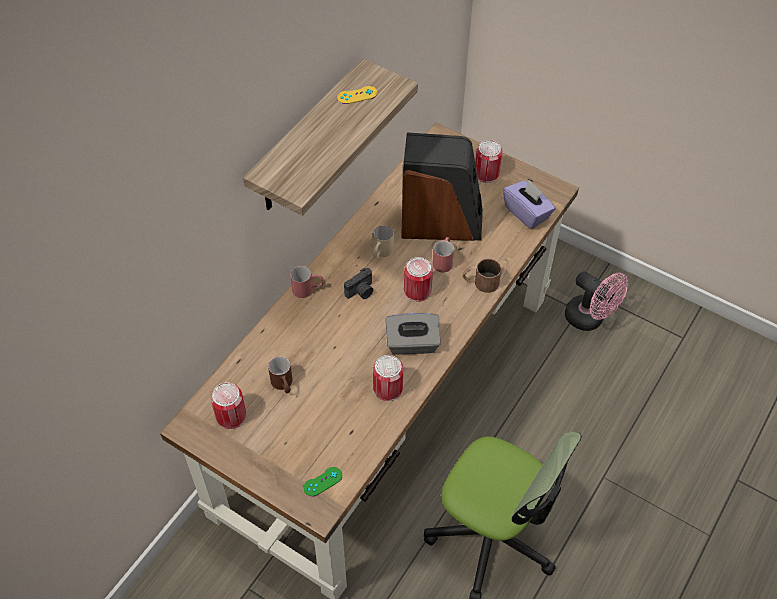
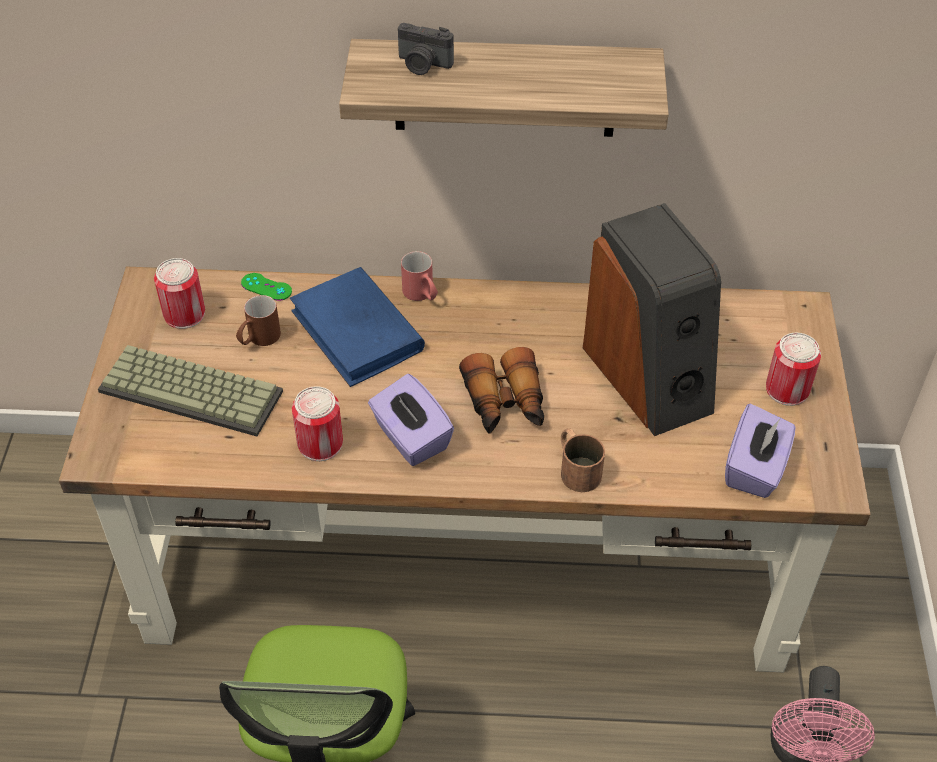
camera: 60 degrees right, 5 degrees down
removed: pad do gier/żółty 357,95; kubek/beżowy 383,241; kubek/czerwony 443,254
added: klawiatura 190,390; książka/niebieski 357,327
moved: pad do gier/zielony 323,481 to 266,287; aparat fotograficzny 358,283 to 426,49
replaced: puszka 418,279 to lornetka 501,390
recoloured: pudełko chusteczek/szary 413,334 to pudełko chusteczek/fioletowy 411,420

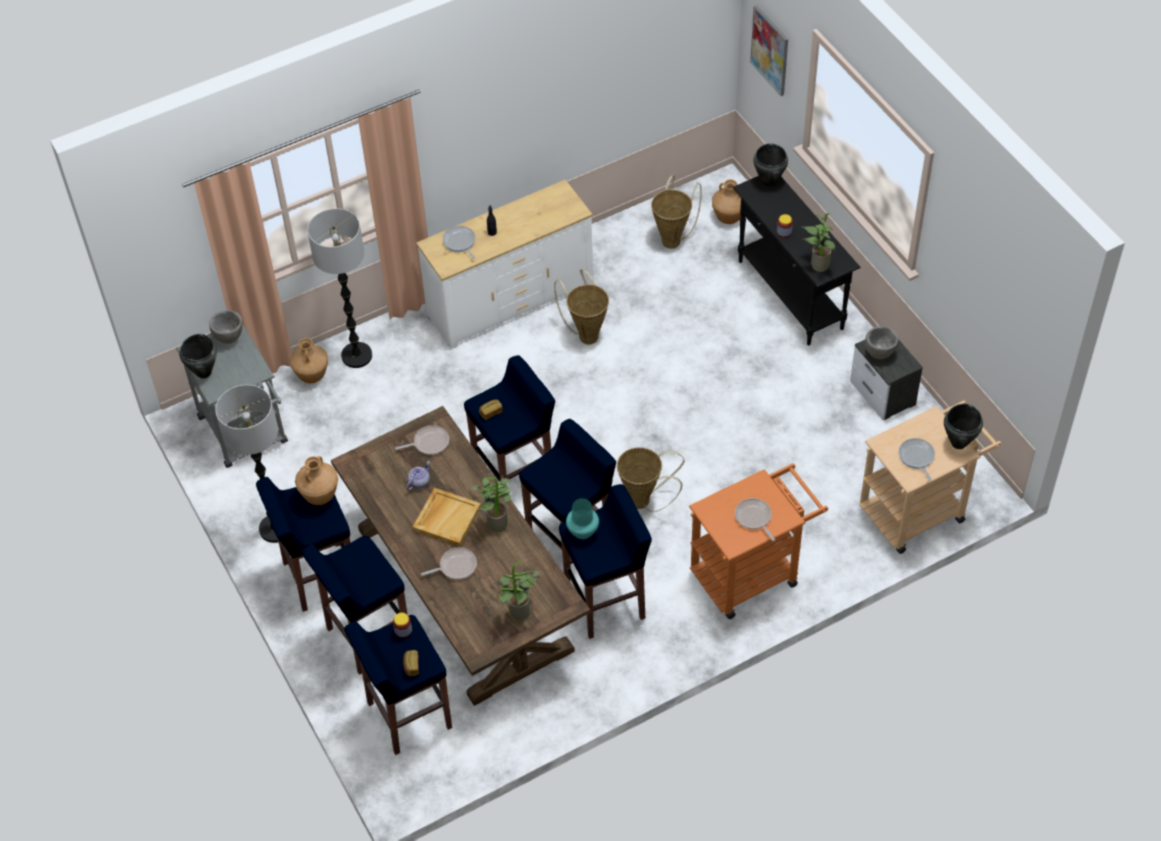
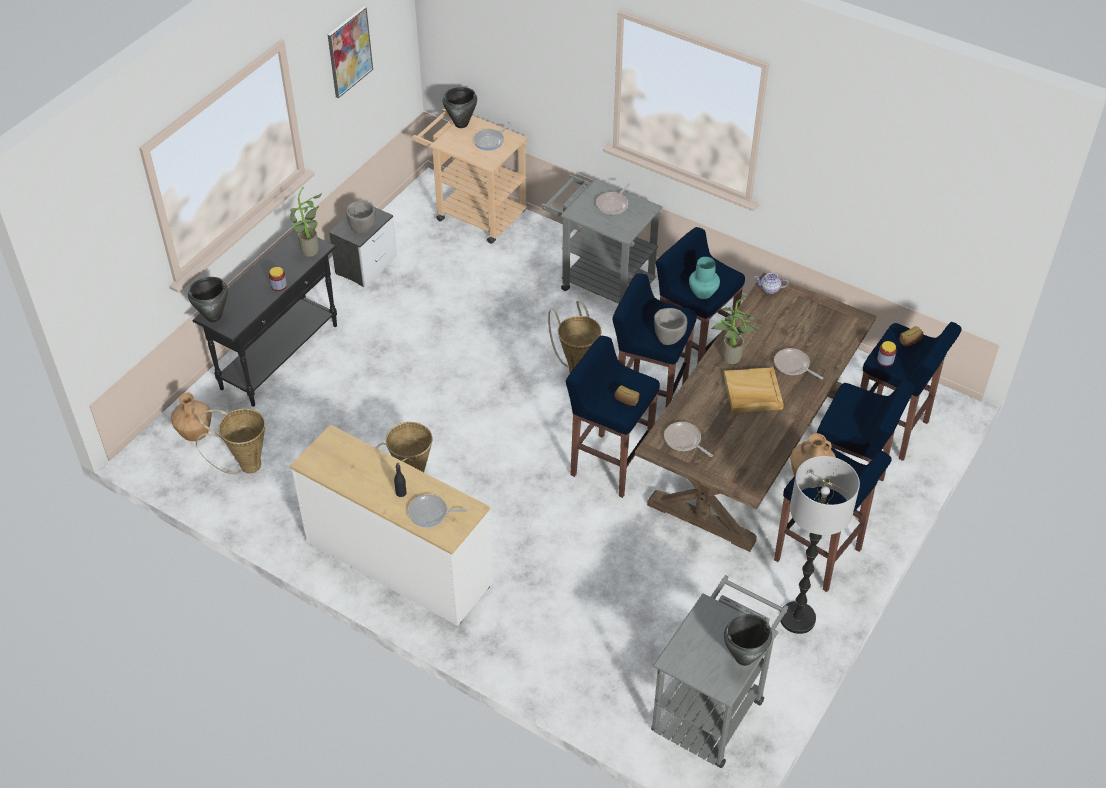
camera: 120 degrees left, 5 degrees down
removed: wazon/brązowy 309,360; lampa stojąca 339,288; roślina doniczkowa 519,590
moved: miska/szary 226,327 to 670,326; imbryk 418,475 to 772,283; obraz 769,50 to 350,52
recoloured: wózek/pomarańczowy 758,541 to wózek/szary 601,239
turned: patelnia 459,242 = 437,511 60 degrees clockwise

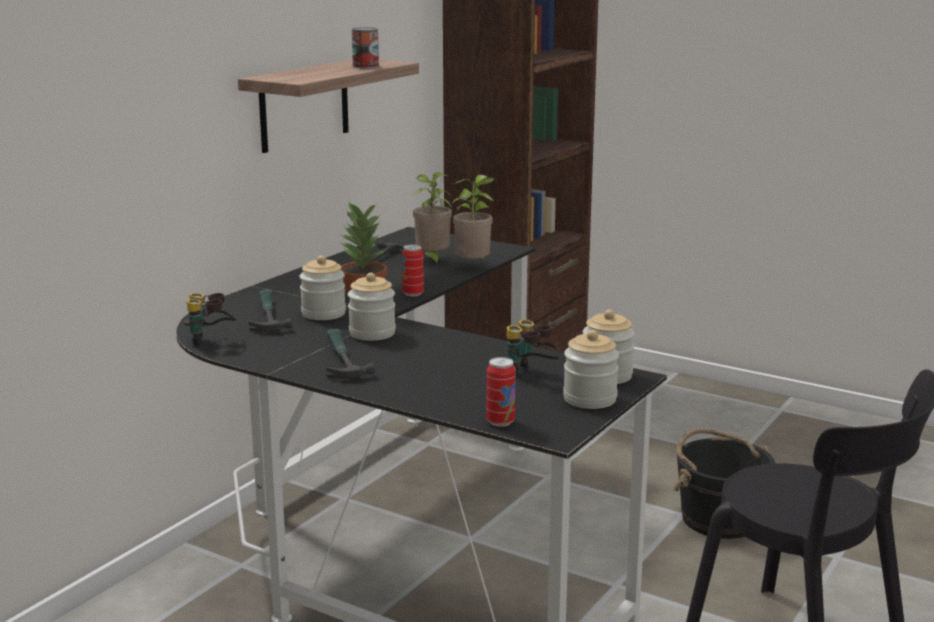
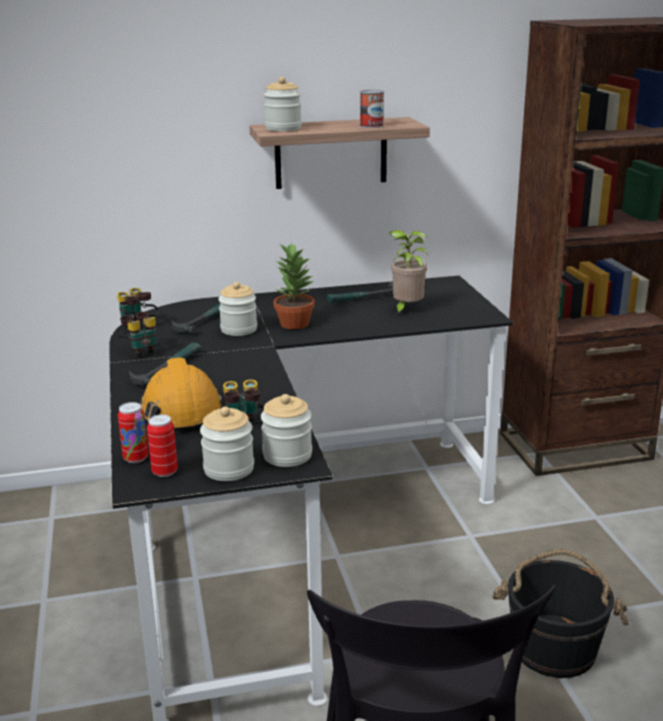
camera: 45 degrees right, 5 degrees up
removed: roślina doniczkowa 473,217
added: lornetka 136,335; kask/pomarańczowy 181,395
moved: słoik 372,307 to 283,104; puszka 413,270 to 162,445

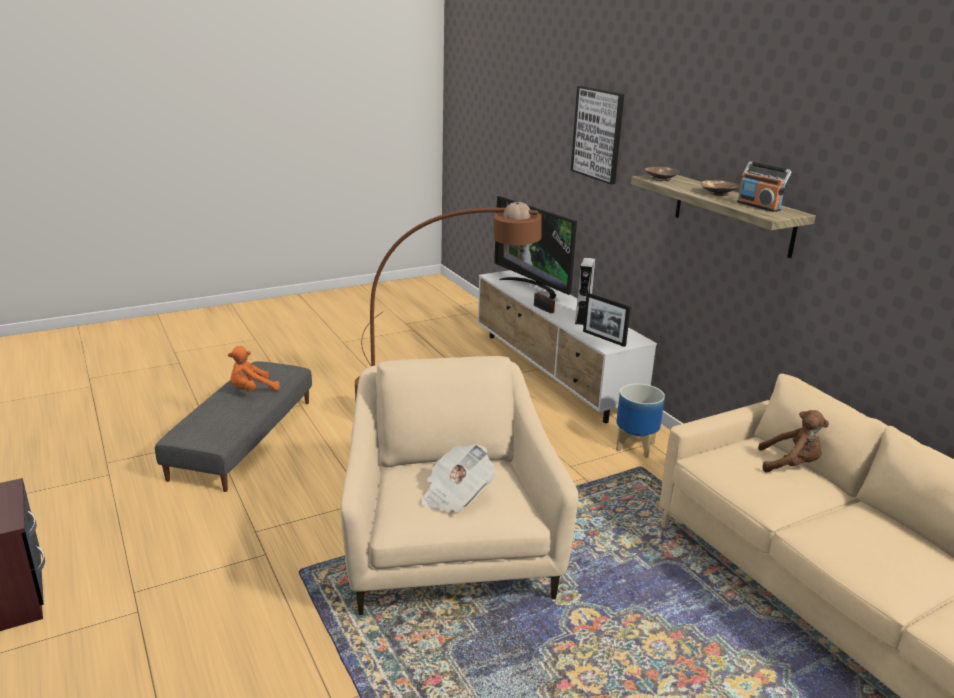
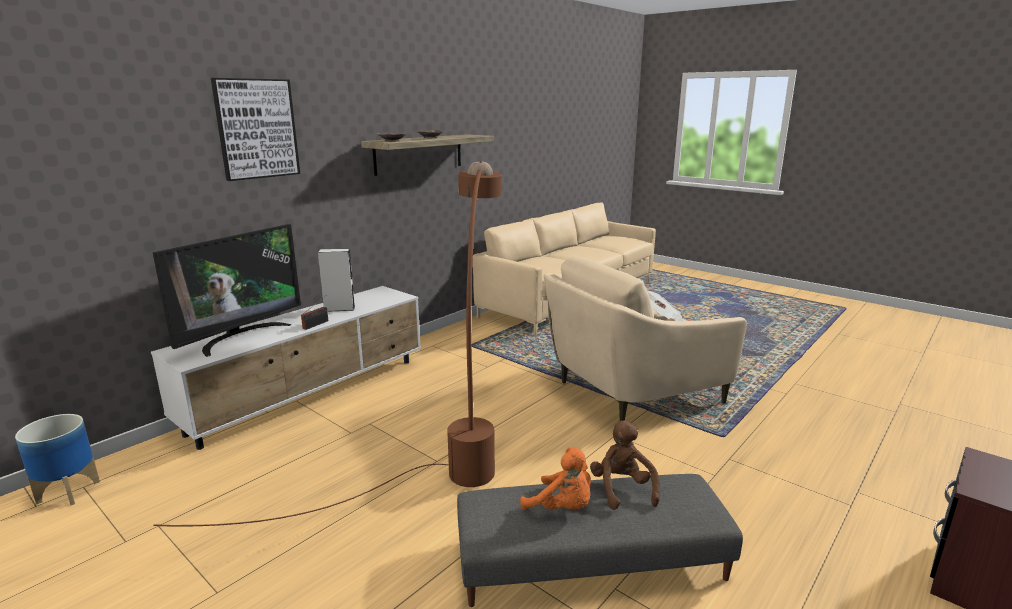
camera: 110 degrees left, 5 degrees down
removed: ramka na zdjęcie 607,320; radio 764,186
moved: donica 640,420 to 57,459; pluszak/brązowy 793,441 to 625,465

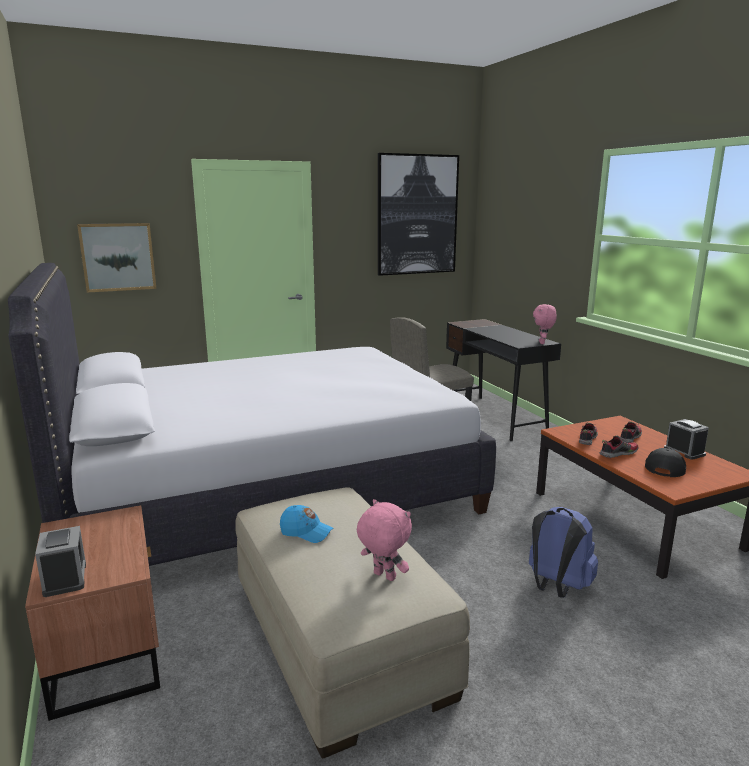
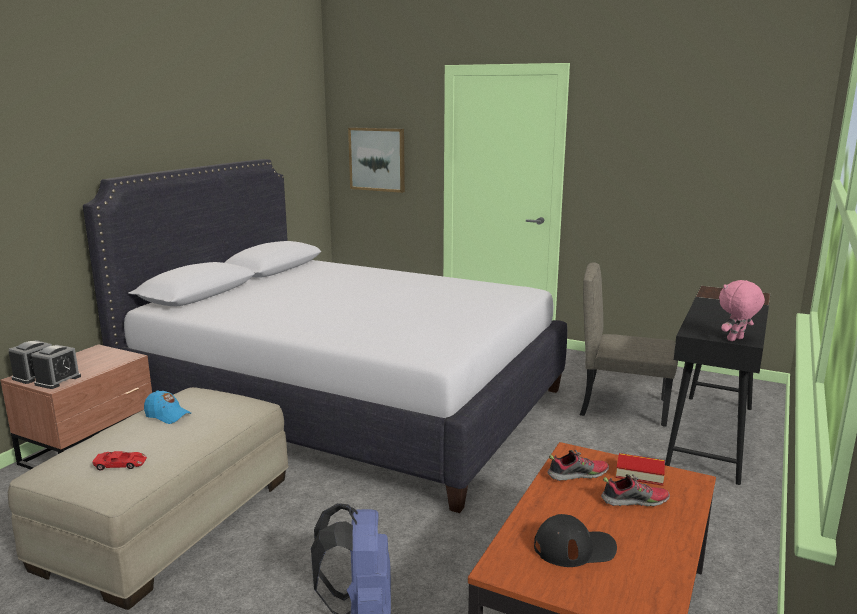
camera: 50 degrees right, 0 degrees up
removed: obraz 418,214; but 619,447
added: książka 640,469
moved: budzik 686,439 to 56,367
replaced: pluszak/różowy 384,540 to samochodzik/czerwony 119,461
turned: czapka z daszkiem/niebieski 307,524 = 167,407 45 degrees counterclockwise

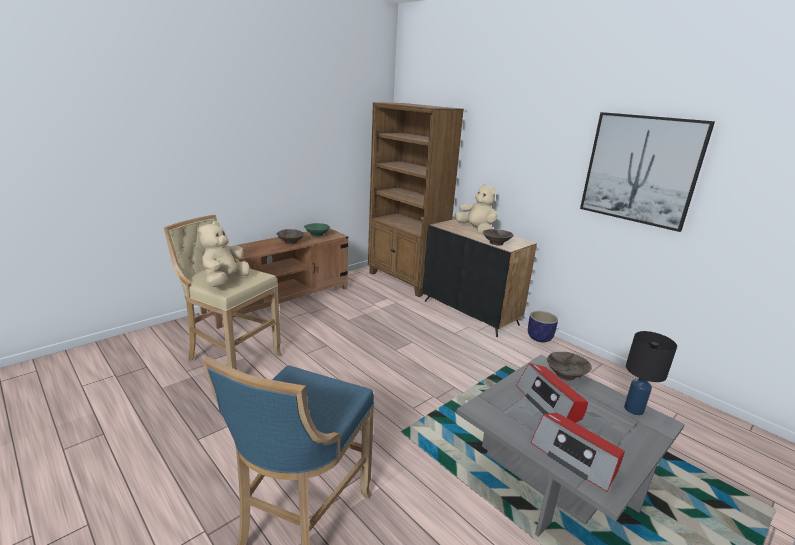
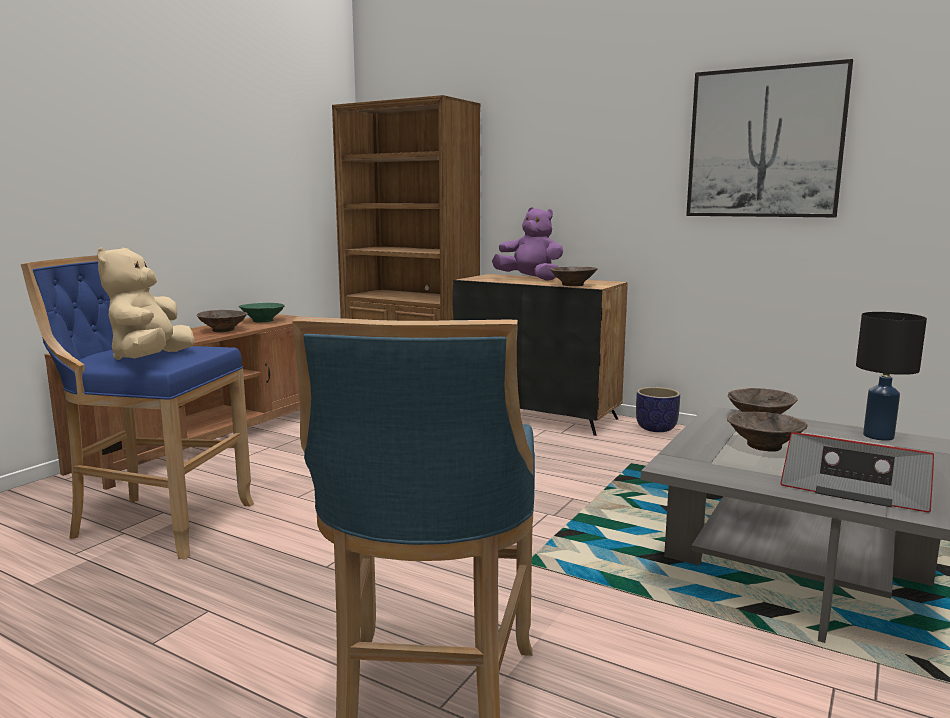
camera: 15 degrees left, 10 degrees down
replaced: radio 552,393 to miska/brązowy 767,432
recoloured: stołek/beżowy 223,292 to stołek/niebieski 137,407; pluszak/beżowy 476,209 to pluszak/fioletowy 527,244

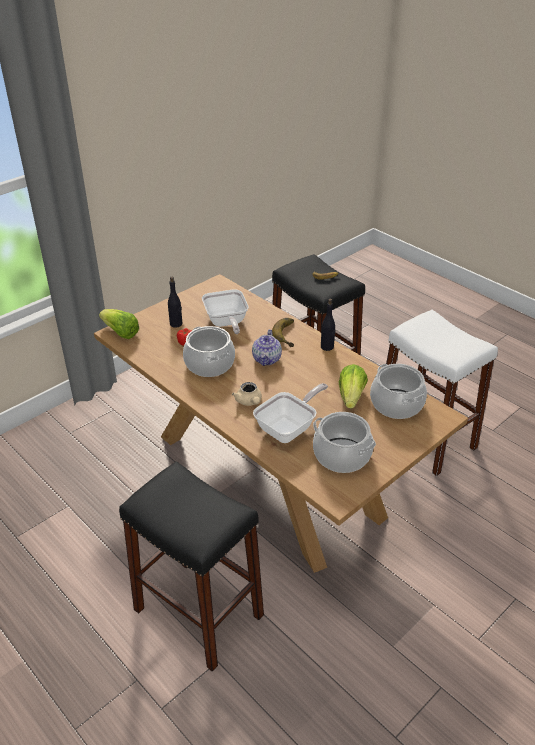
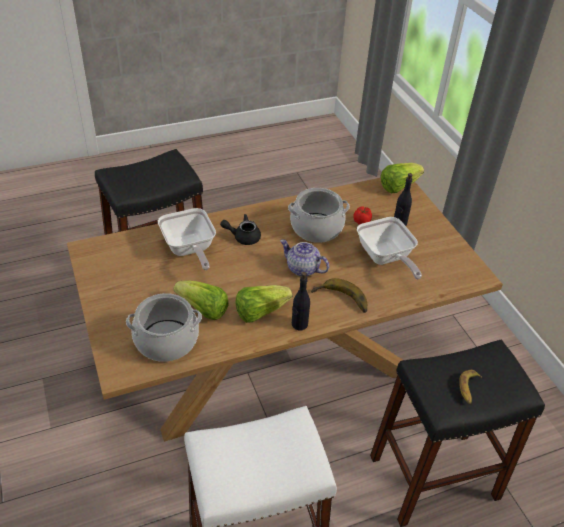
camera: 110 degrees right, 5 degrees up
removed: garnek 344,442
added: sałata 264,304
recoloured: imbryk/beżowy 247,394 to imbryk/czarny 240,229
turned: patelnia 225,311 = 389,248 120 degrees counterclockwise

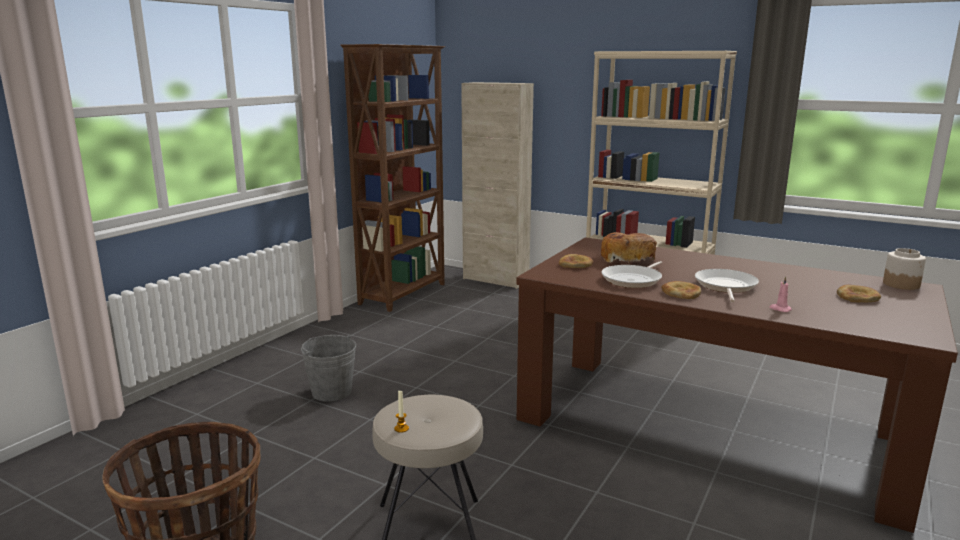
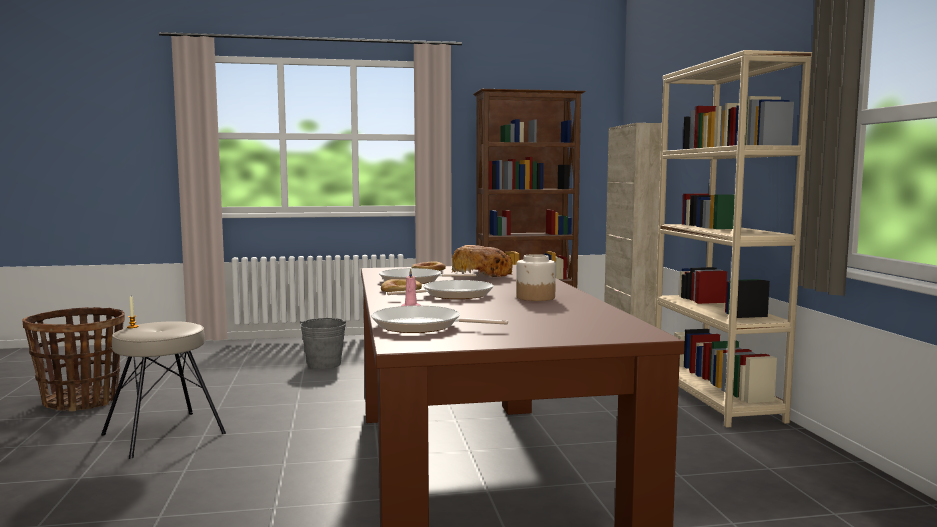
camera: 50 degrees right, 10 degrees down
removed: chleb 859,293
added: patelnia 439,319
moved: słoik 904,269 to 536,277

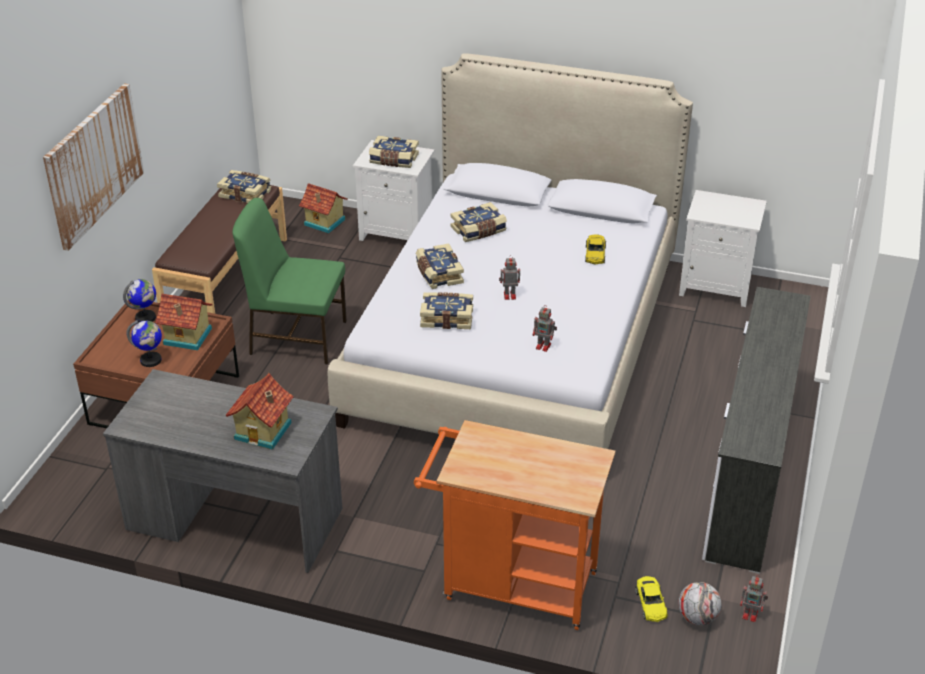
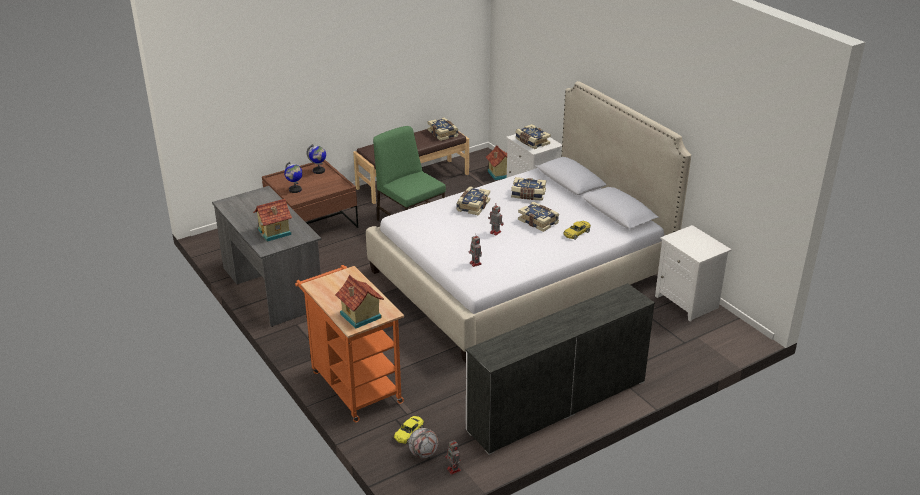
camera: 40 degrees right, 5 degrees down
removed: obraz 93,167
moved: domek 184,321 to 359,302; książka 446,310 to 538,217

